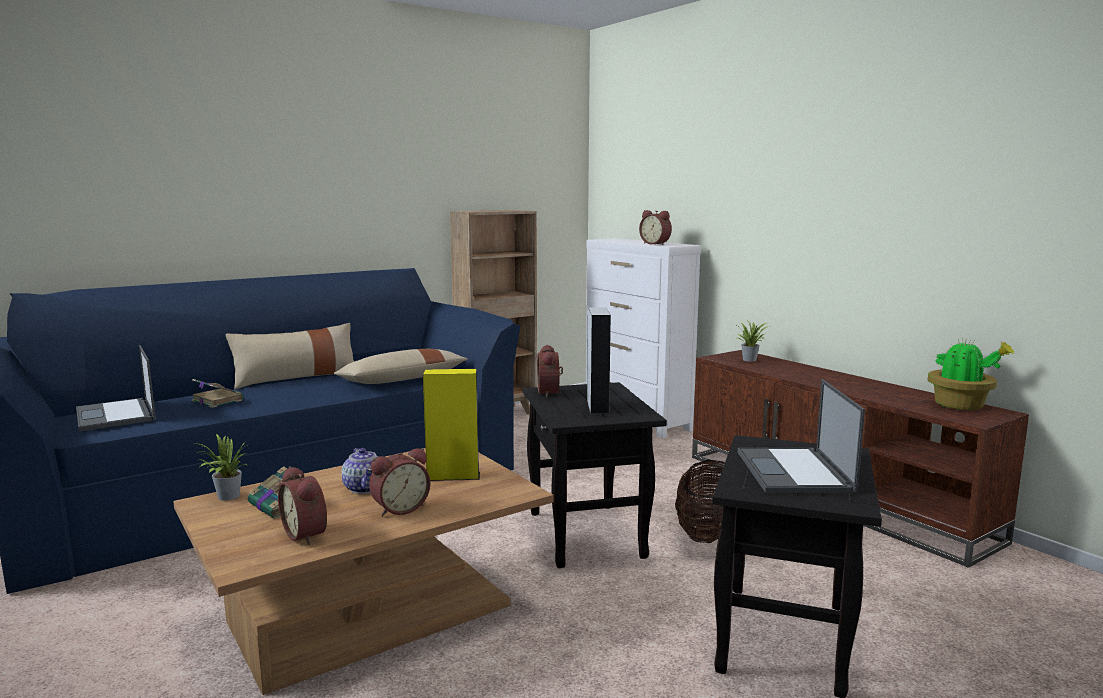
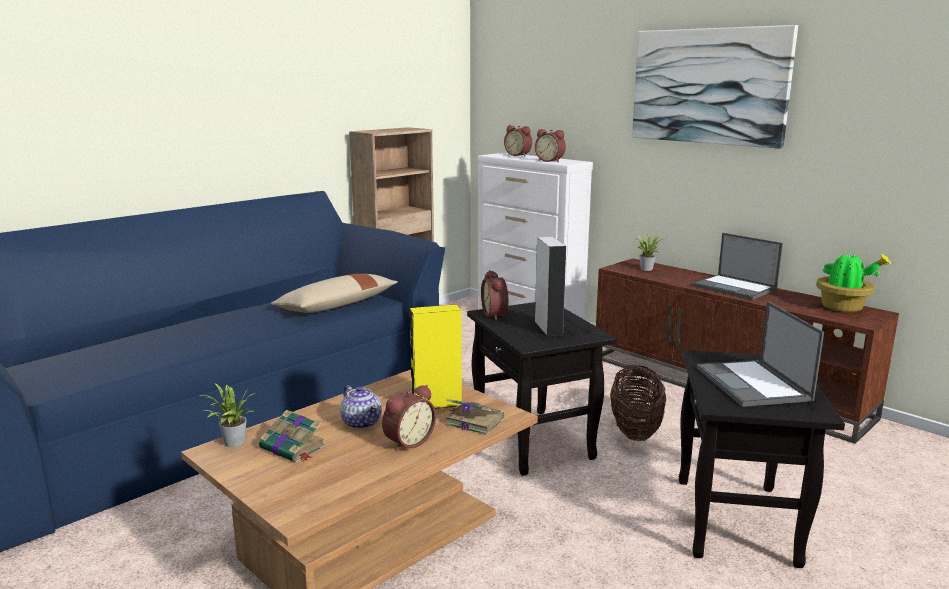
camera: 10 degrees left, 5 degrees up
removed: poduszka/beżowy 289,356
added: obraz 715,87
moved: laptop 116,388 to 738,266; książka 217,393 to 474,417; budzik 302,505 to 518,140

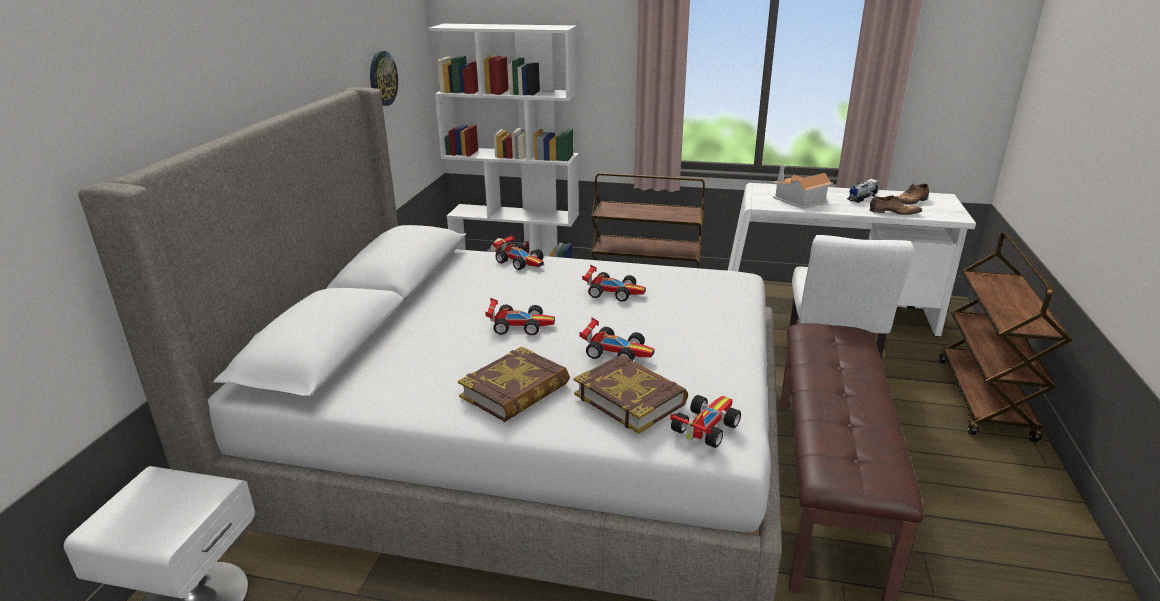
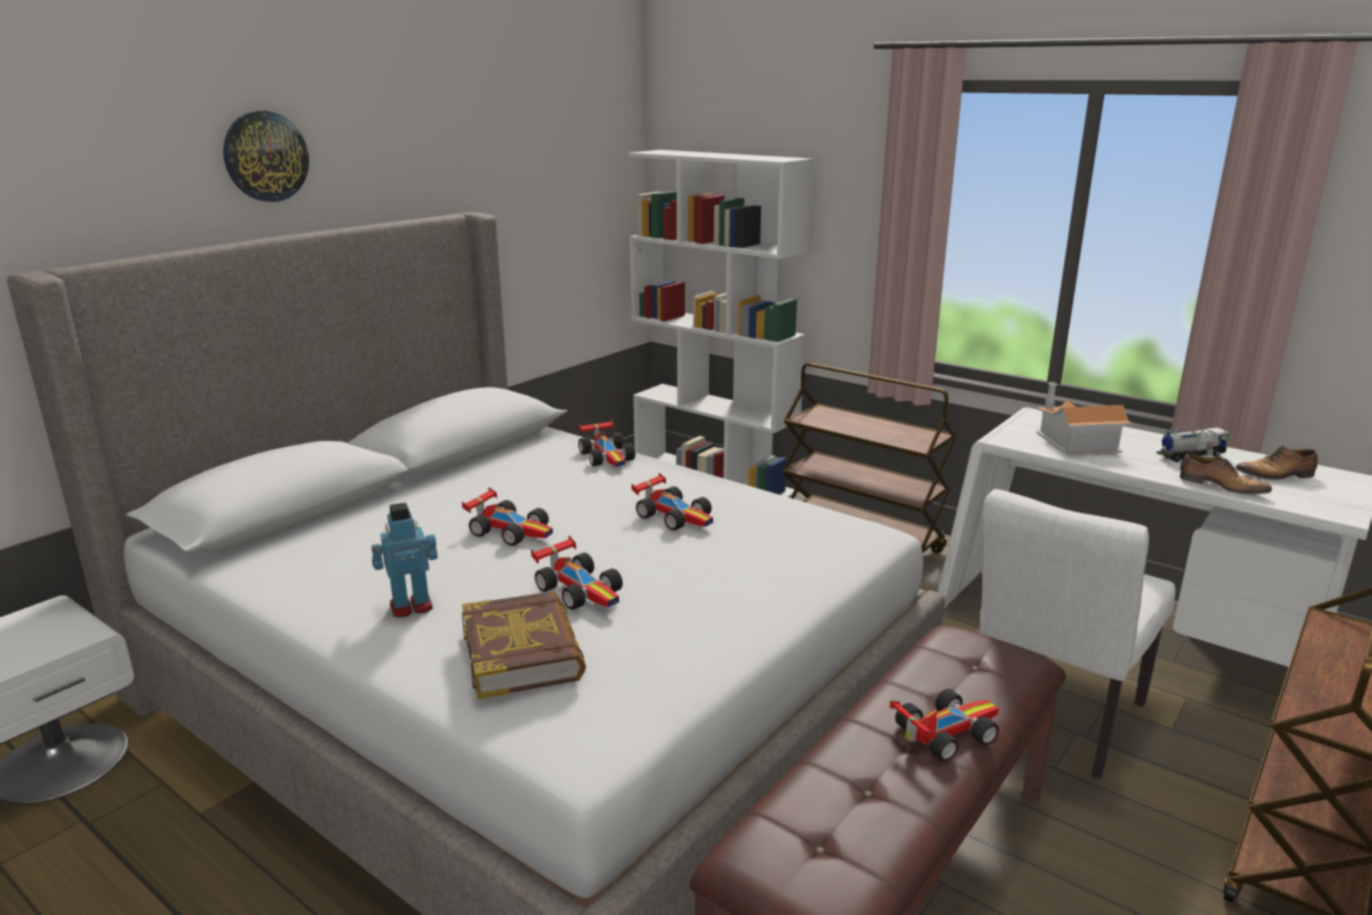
camera: 25 degrees right, 5 degrees down
moved: zegar ścienny 384,78 to 266,156; samochodzik 705,421 to 944,725
replaced: książka 514,384 to robot zabawkowy 404,559

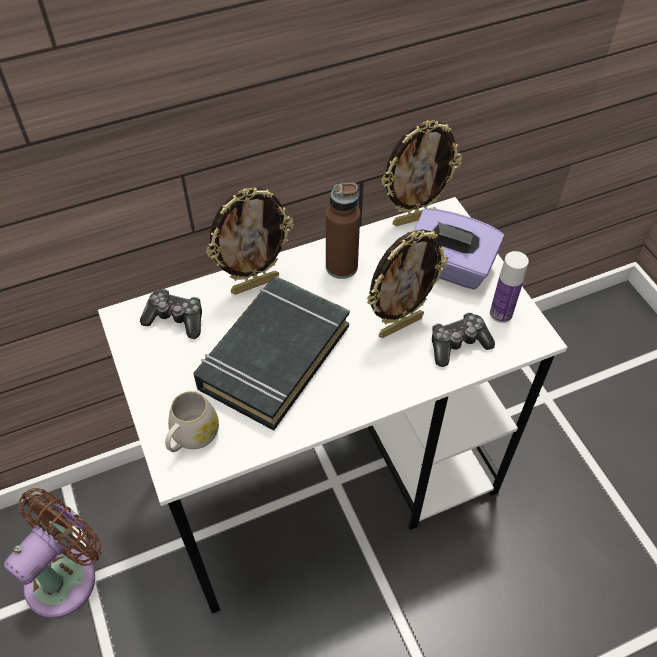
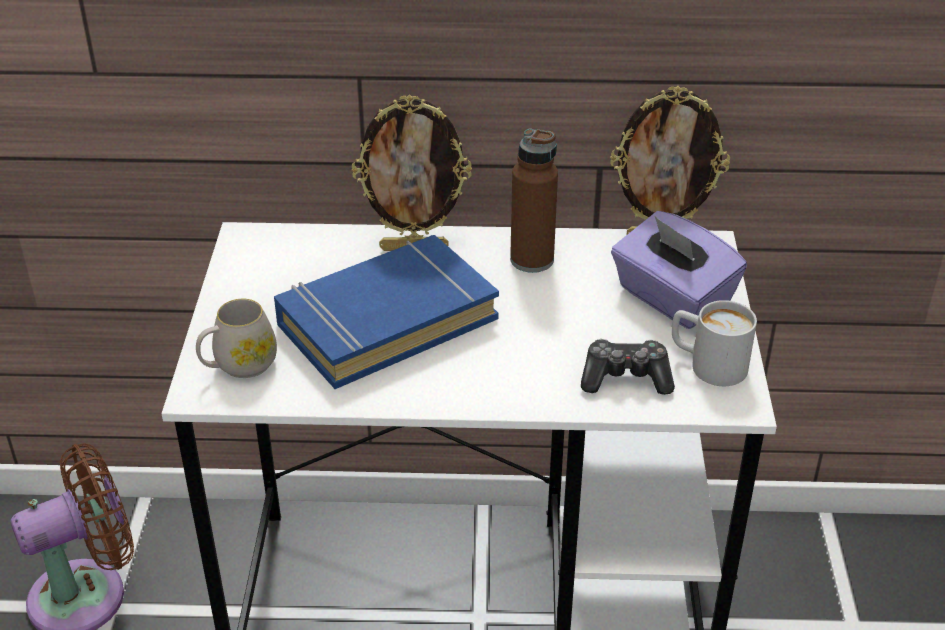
camera: 25 degrees right, 15 degrees down
removed: pad do gier 171,314; ramka na zdjęcie 407,283
replaced: butelka 509,287 to kubek/biały 714,343
recoloured: książka/czarny 271,353 to książka/niebieski 386,312

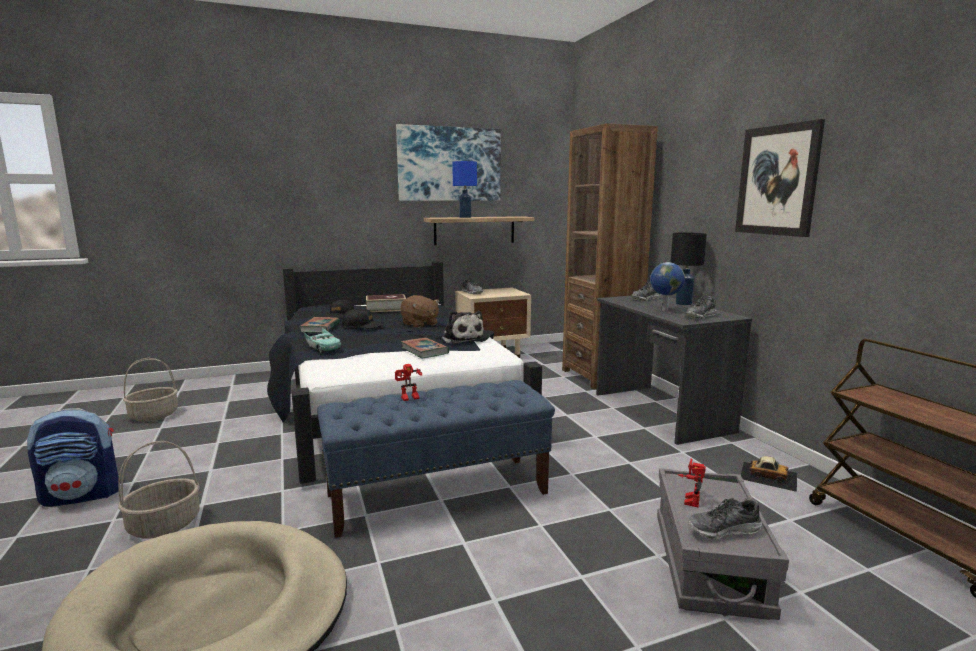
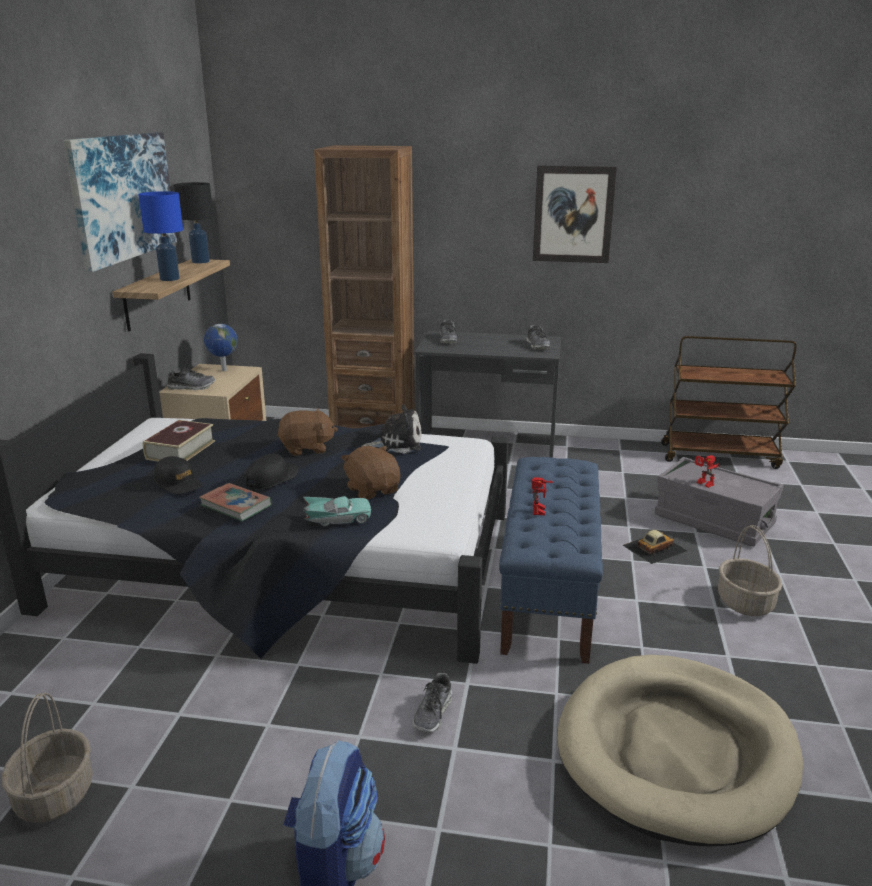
camera: 60 degrees left, 10 degrees up
removed: książka 425,348
added: pluszak/brązowy 370,473
moved: koszyk 159,490 to 750,570; globus 667,286 to 221,347; lampa stołowa/czarny 689,269 to 193,223; but 725,518 to 432,703; samochodzik 769,474 to 655,547

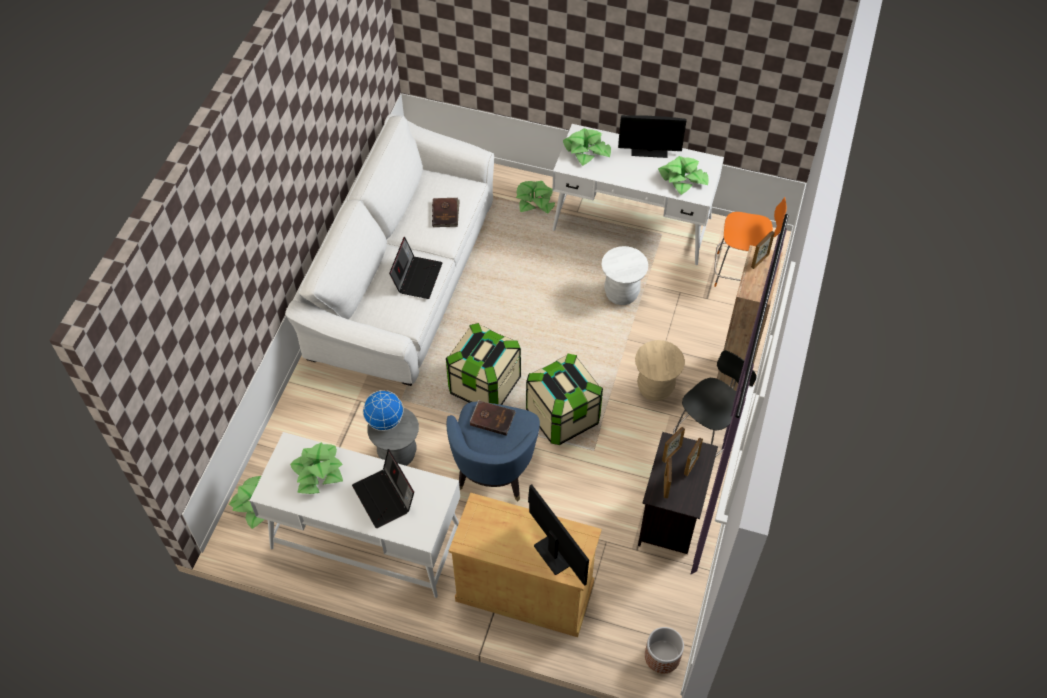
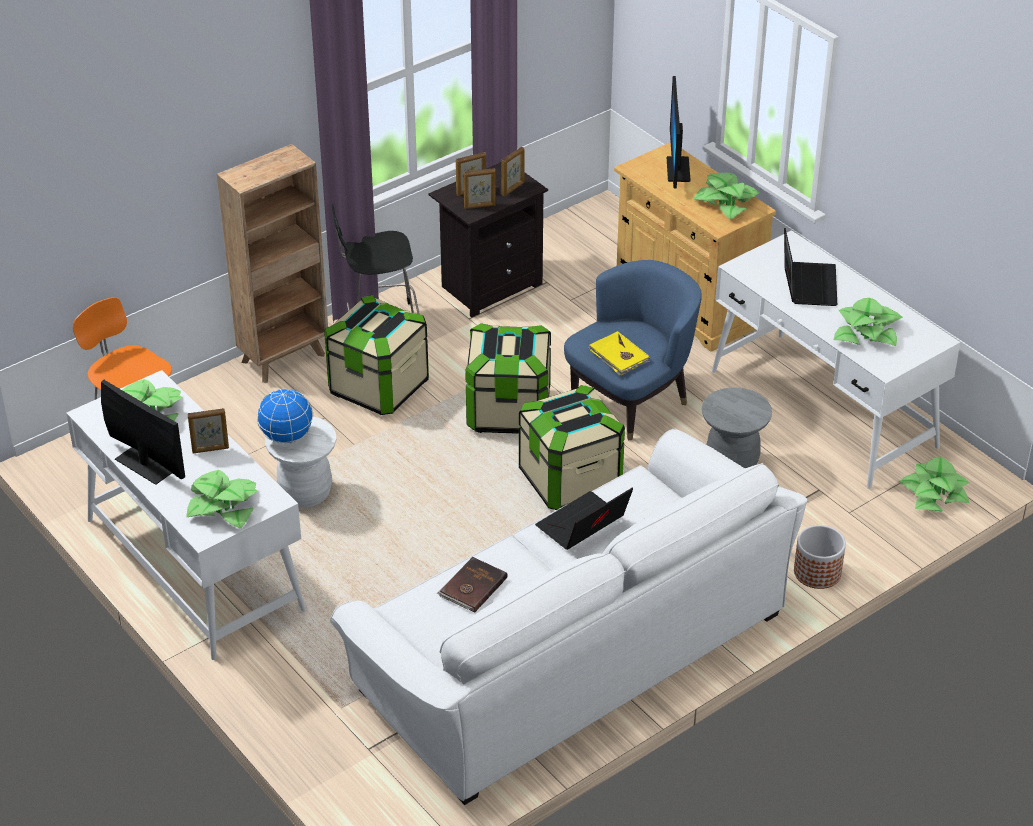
camera: 145 degrees left, 15 degrees down
moved: globus 383,410 to 285,416; roślina doniczkowa 535,197 to 726,196; donica 664,650 to 820,557; ramka na zdjęcie 763,250 to 208,431
replaced: stołek/beżowy 660,370 to pojemnik do przechowywania 376,355
recoloured: książka/brązowy 493,418 to książka/żółty 619,353

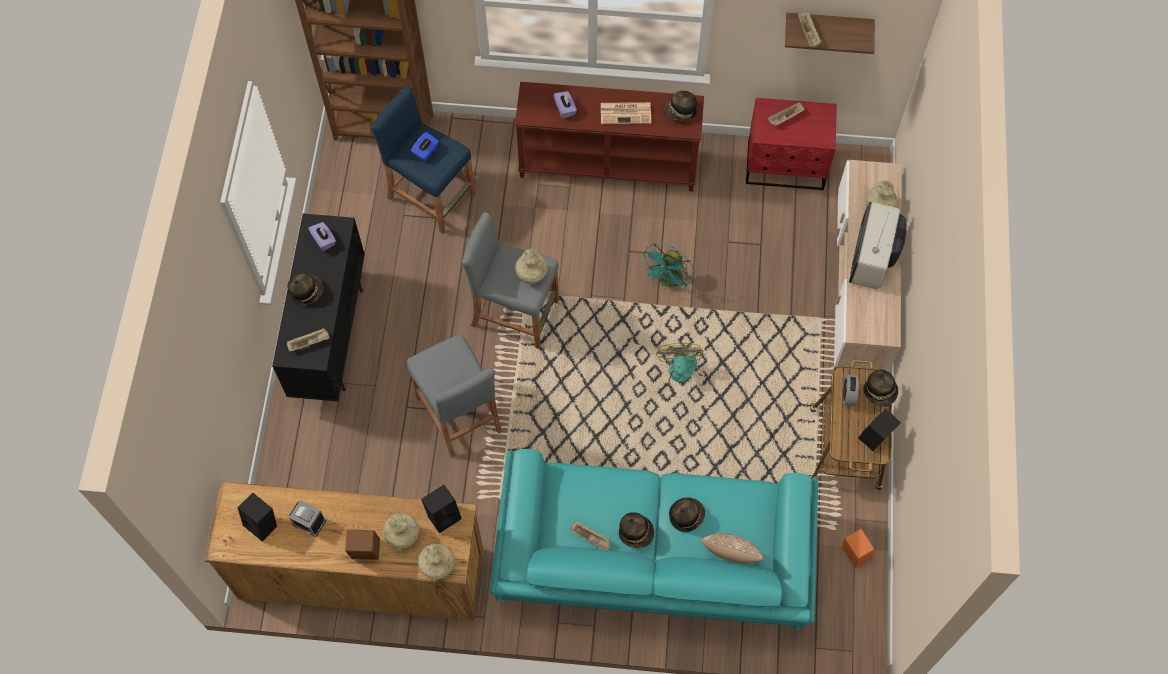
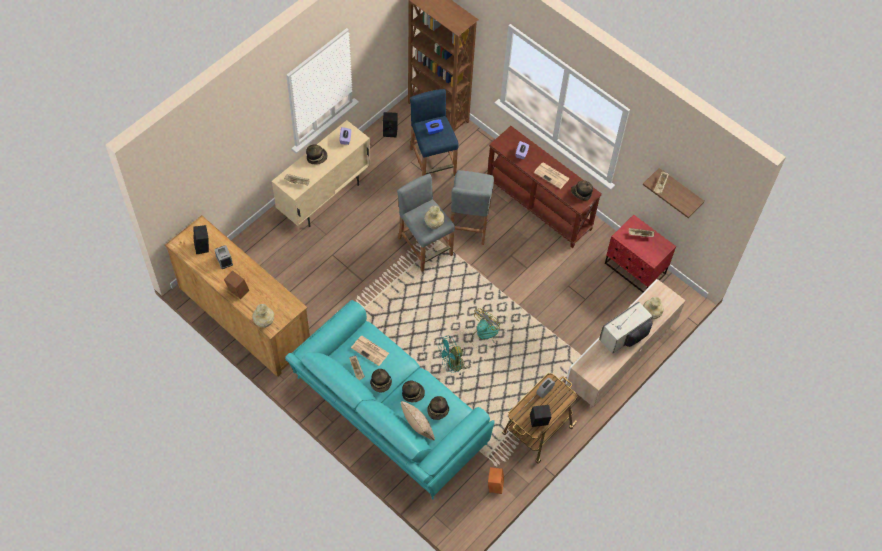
camera: 35 degrees right, 5 degrees down
removed: wazon/beżowy 401,531
added: gazeta 370,351
moved: stołek/szary 454,396 to 472,207; głośnik/czarny 441,509 to 390,124; wentylator/turkusowy 667,267 to 452,355; kapelusz 880,388 to 438,408
recoloured: szafka/czarny 318,307 to szafka/beżowy 321,173

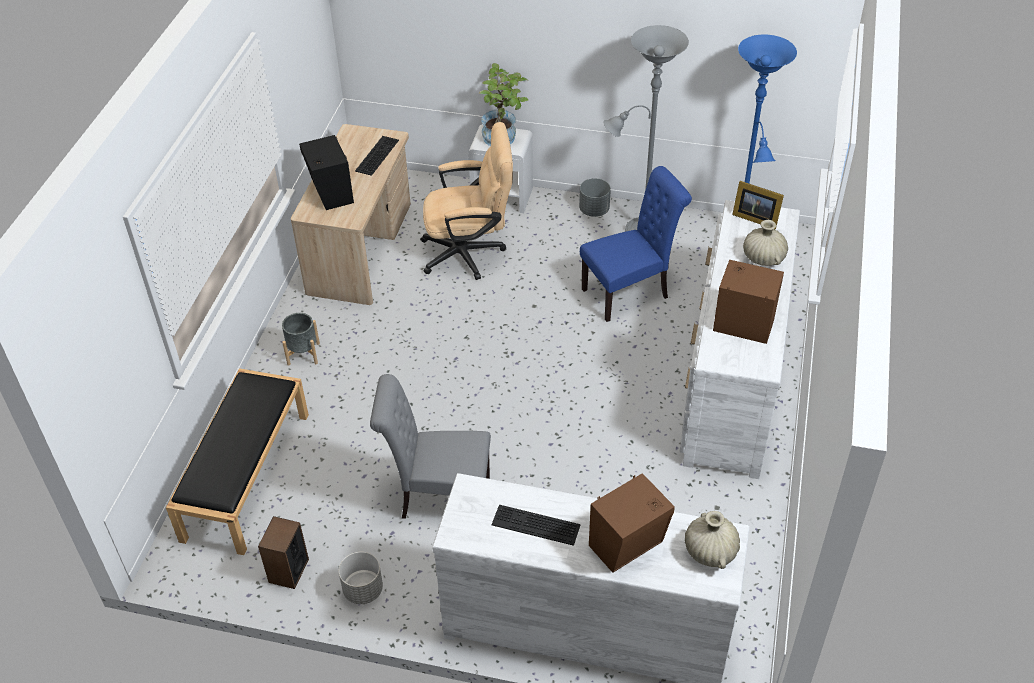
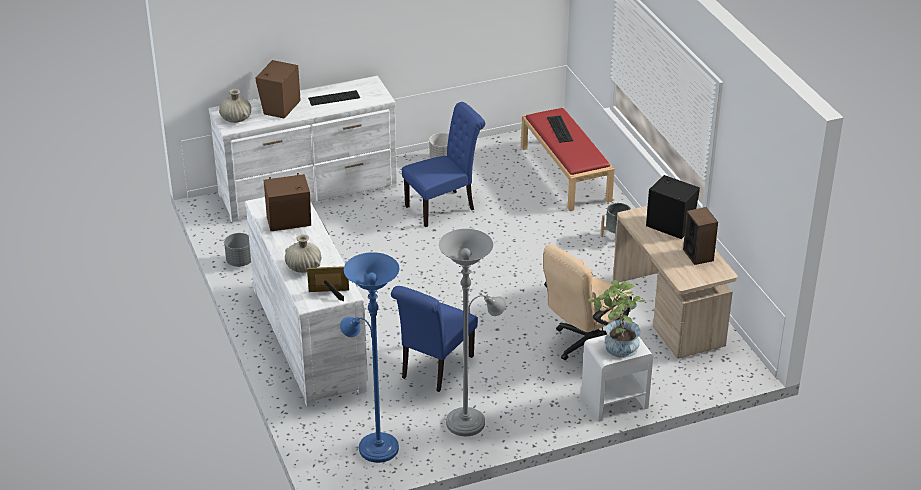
camera: 145 degrees right, 10 degrees down
moved: głośnik 283,552 to 700,236; klawiatura 377,156 to 560,129; donica/szary 595,197 to 237,250
recoloured: ławka/czarny 237,461 to ławka/czerwony 567,159; krzesło/szary 430,446 to krzesło/niebieski 443,164

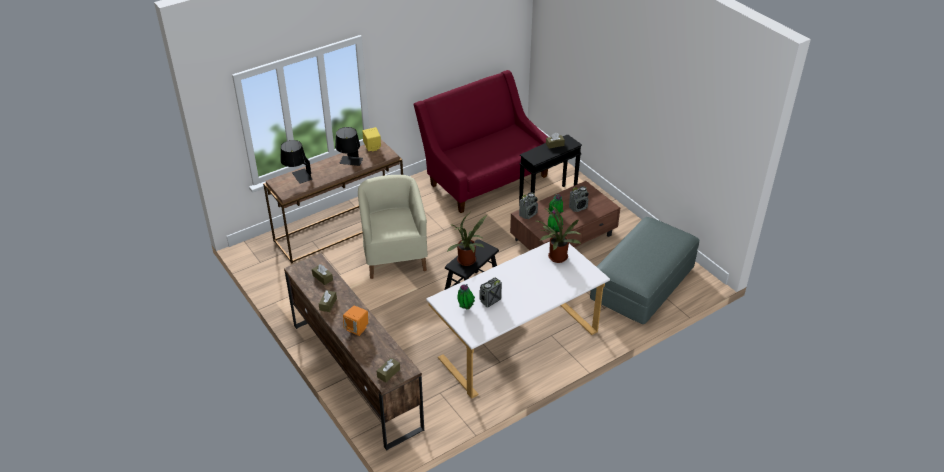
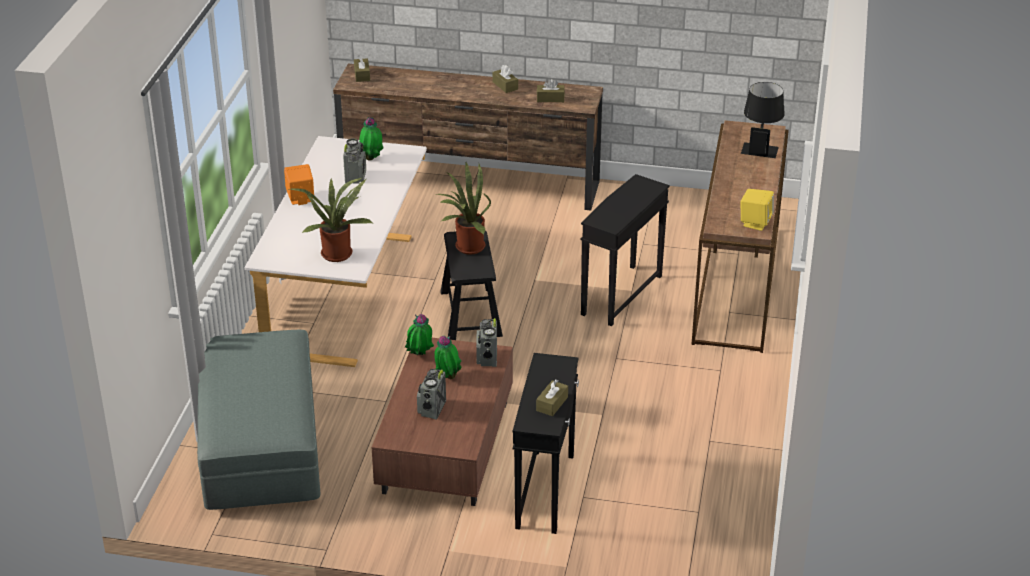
camera: 135 degrees right, 5 degrees down
removed: lampa stołowa/czarny 349,146; kanapa/czerwony 480,141
moved: głośnik/pomarańczowy 355,320 to 299,184
replaced: fotel/beżowy 393,227 to stolik/czarny 625,250

